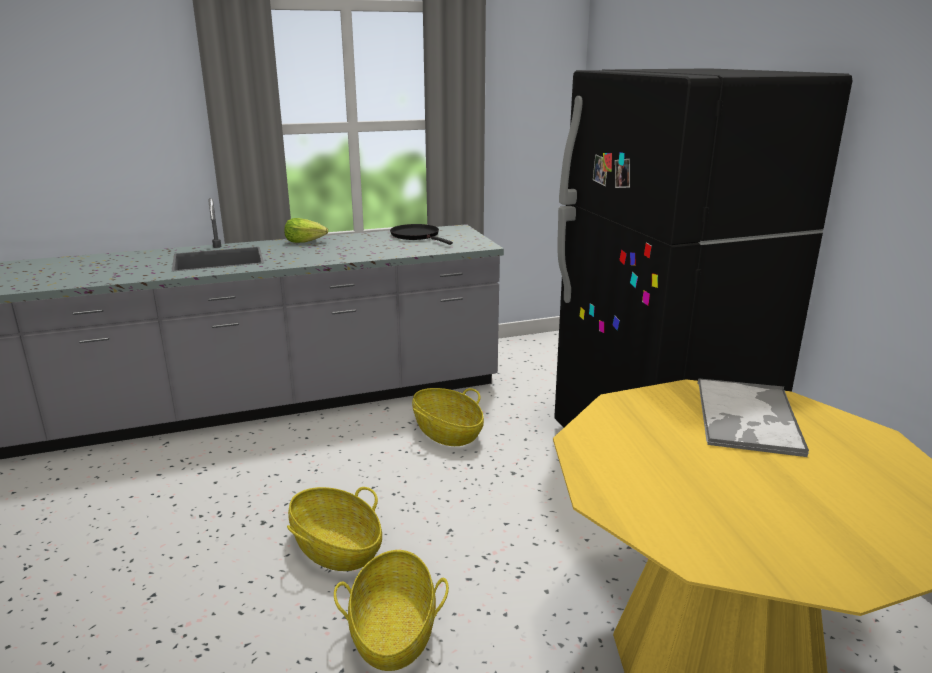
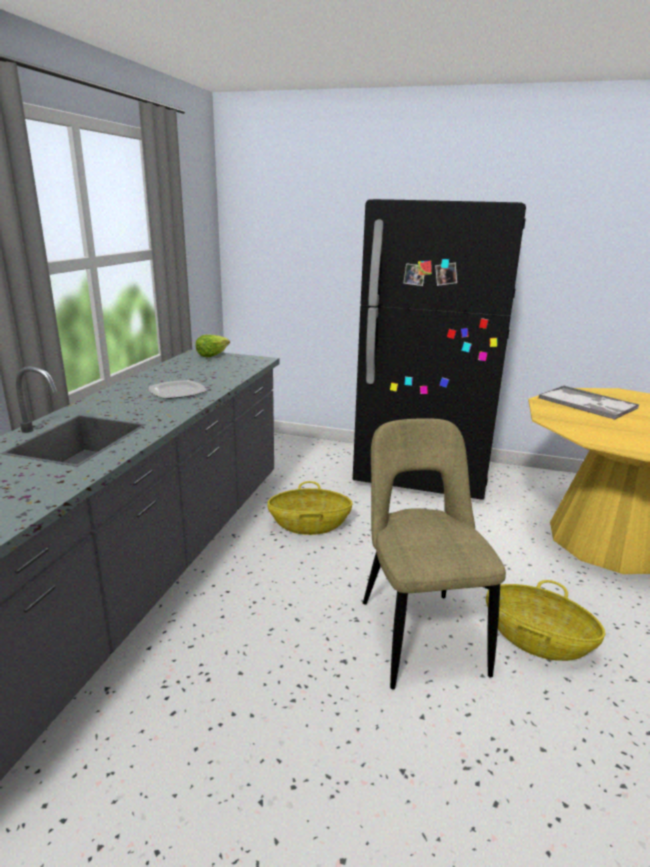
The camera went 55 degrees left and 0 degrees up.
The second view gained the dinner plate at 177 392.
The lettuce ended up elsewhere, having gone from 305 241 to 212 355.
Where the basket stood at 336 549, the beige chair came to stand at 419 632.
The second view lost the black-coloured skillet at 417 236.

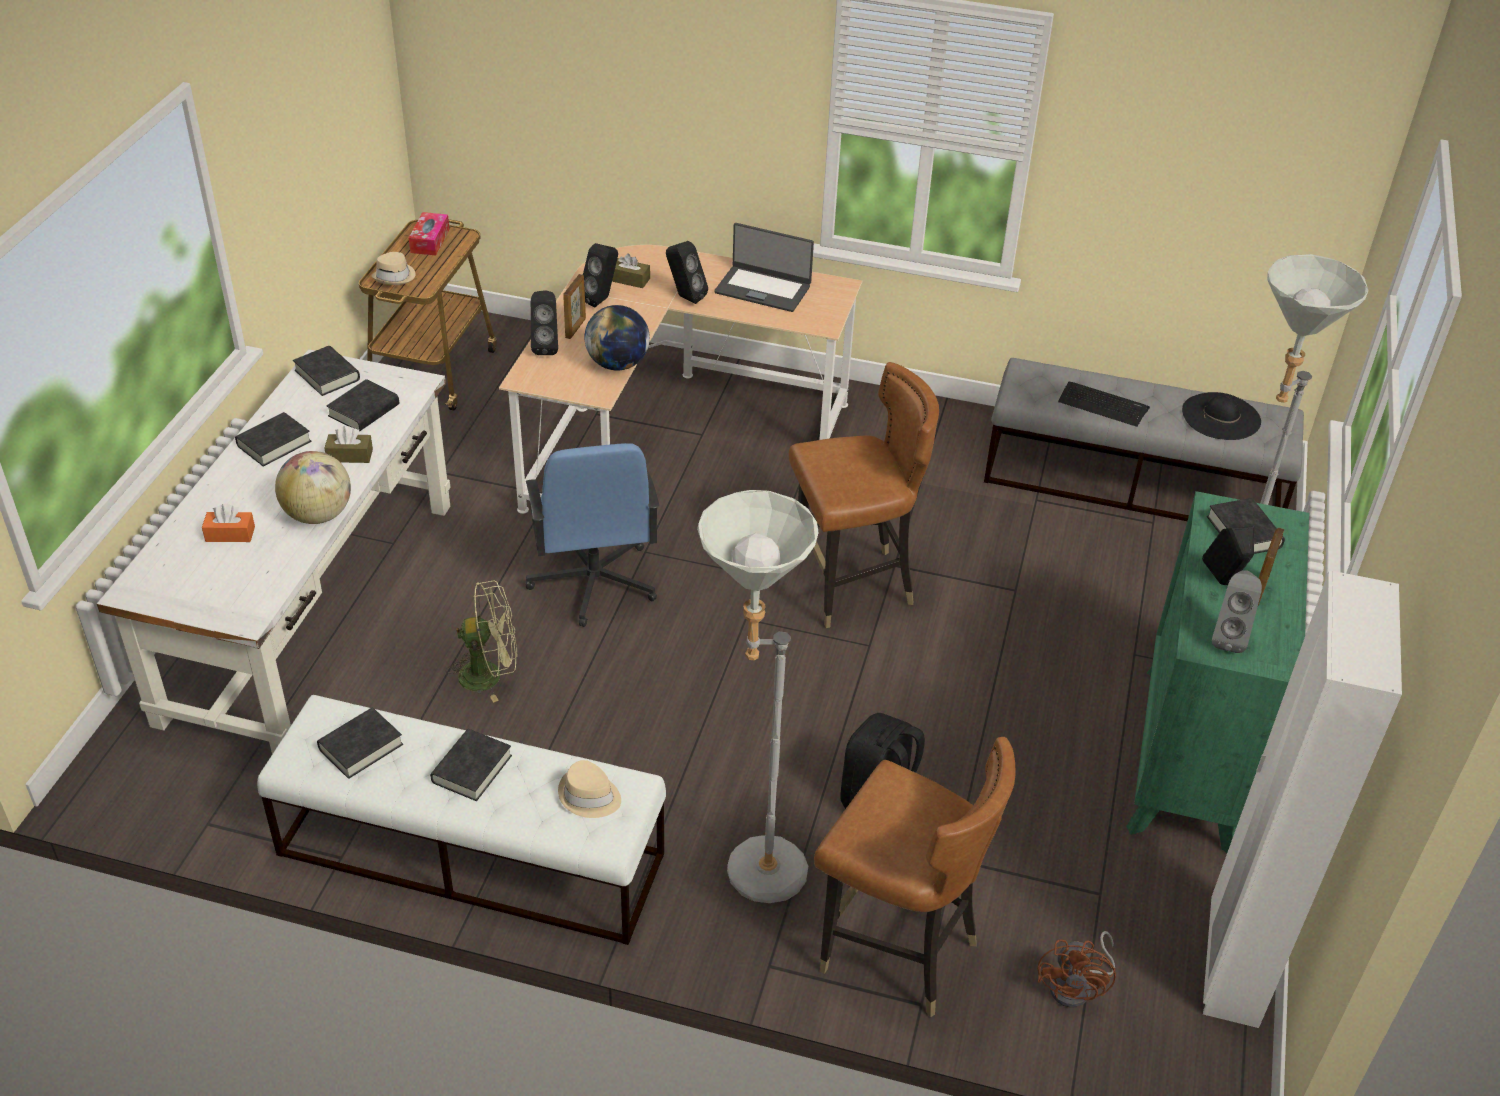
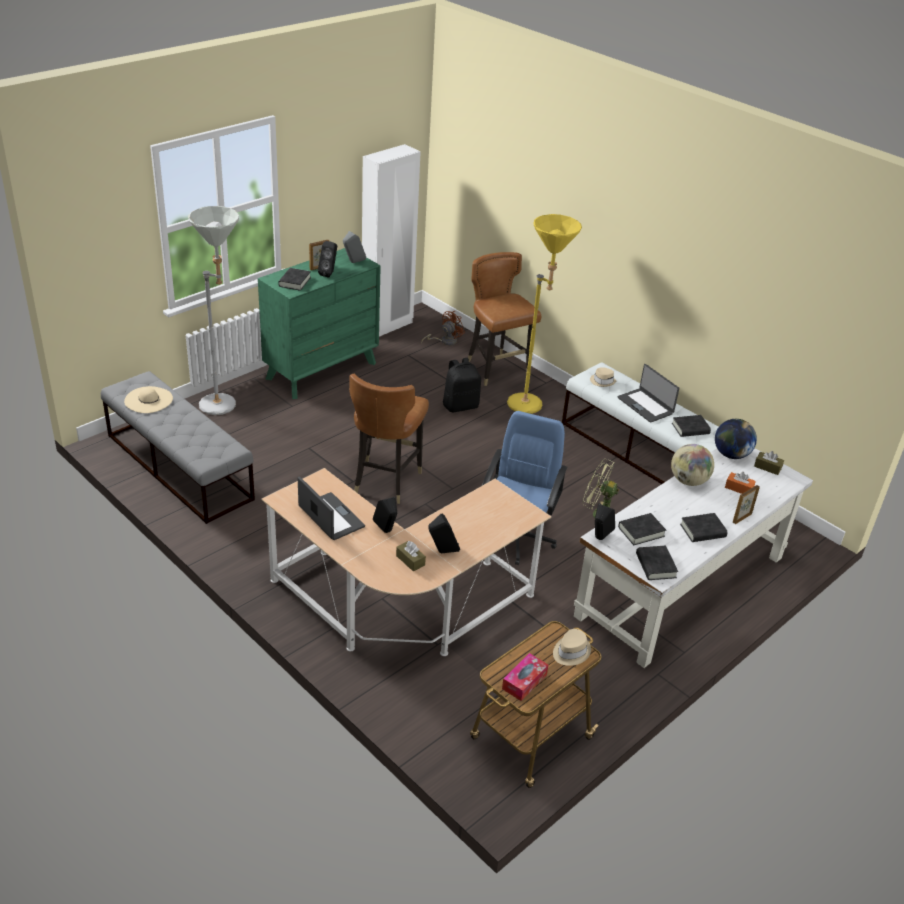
The camera went 150 degrees left and 5 degrees down.
What was the black-coloured clothing hat at 1221 416 turned into the beige clothing hat at 148 400.
The brown chair at 851 586 ended up facing another way, 90 degrees counterclockwise from before.
What was the grey floor lamp at 749 870 turned into the yellowish floor lamp at 531 407.
The black-coloured speaker ended up elsewhere, having gone from 546 347 to 599 539.
Where the black-coloured volume stood at 472 769, the portable computer came to stand at 645 405.
The desk globe ended up elsewhere, having gone from 618 364 to 731 455.
The standing frame ended up elsewhere, having gone from 576 328 to 741 518.
The brown tissue holder ended up elsewhere, having gone from 350 455 to 767 467.
The second view lost the computer keyboard at 1103 405.

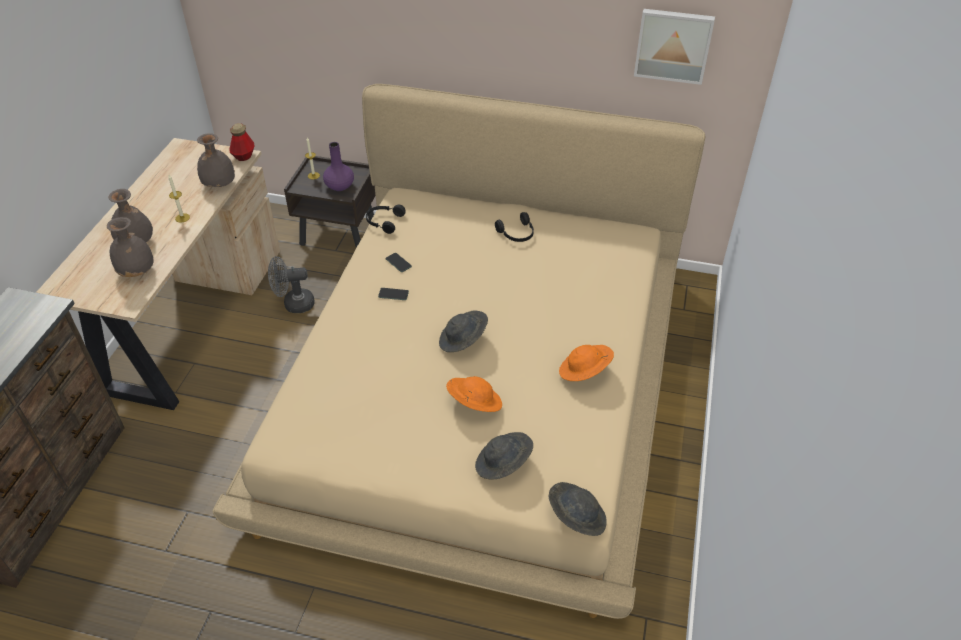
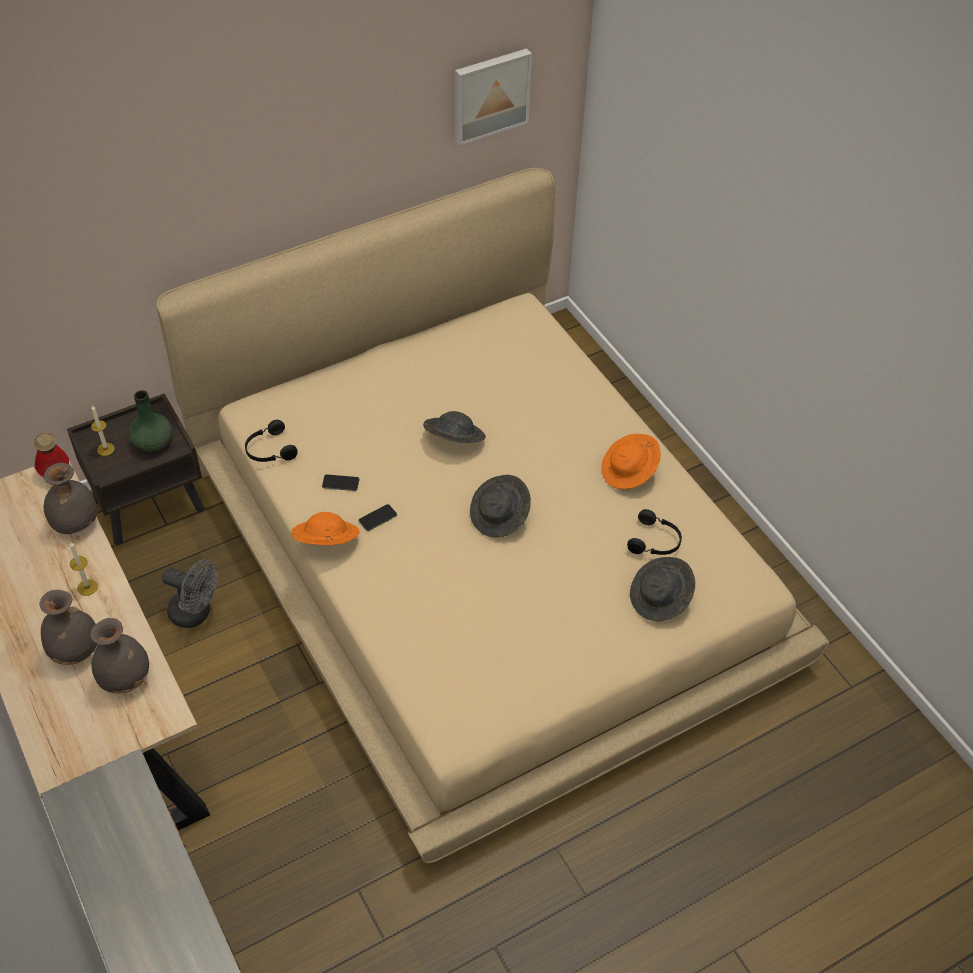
The camera went 45 degrees left and 5 degrees up.
What was the purplish vase at 340 186 turned into the greenish vase at 153 442.
The grey cooling fan at 294 304 ended up facing another way, 105 degrees counterclockwise from before.
The orangey clothing hat ended up elsewhere, having gone from 473 403 to 325 542.
The grey clothing hat ended up elsewhere, having gone from 575 517 to 453 440.
The black-coloured pair of headphones ended up elsewhere, having gone from 517 234 to 655 541.

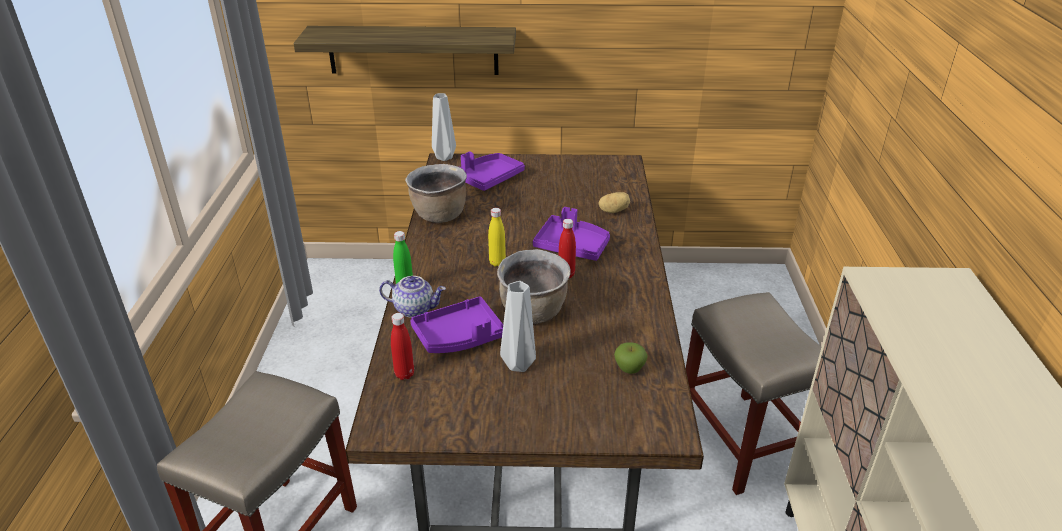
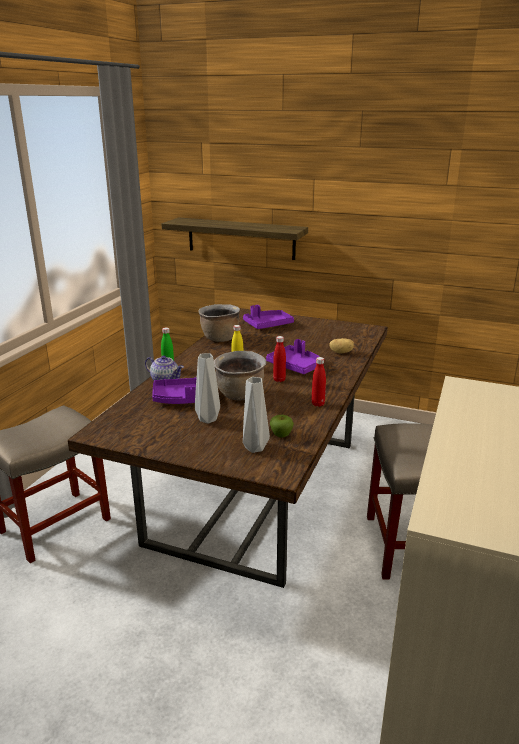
The camera went 20 degrees right and 10 degrees down.
The grey vase ended up elsewhere, having gone from 443 157 to 253 447.
The red-coloured bottle ended up elsewhere, having gone from 404 374 to 318 404.

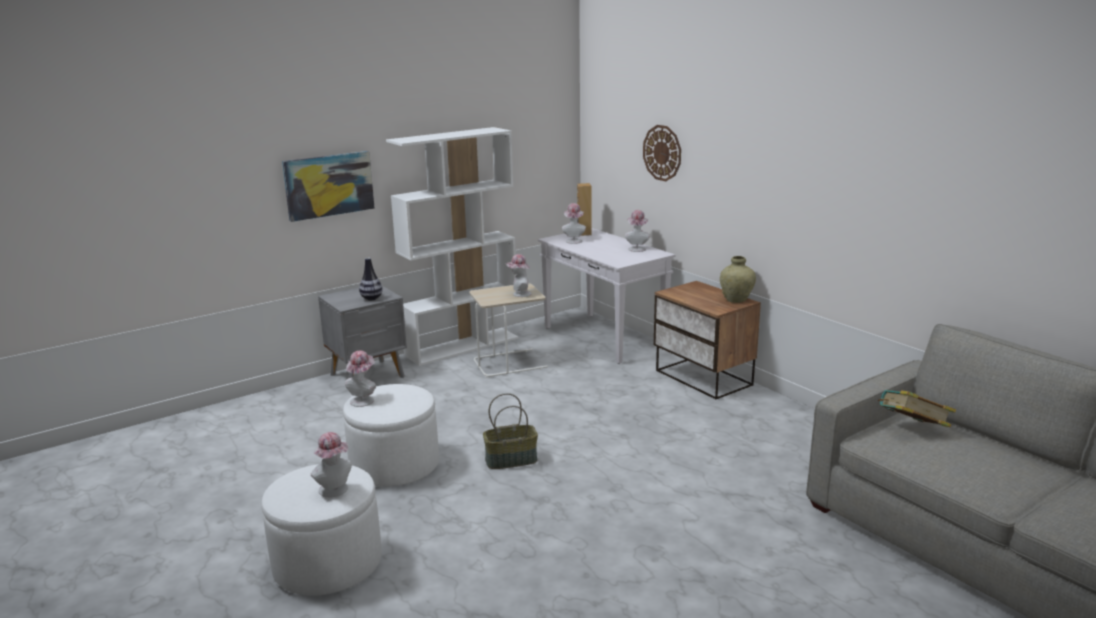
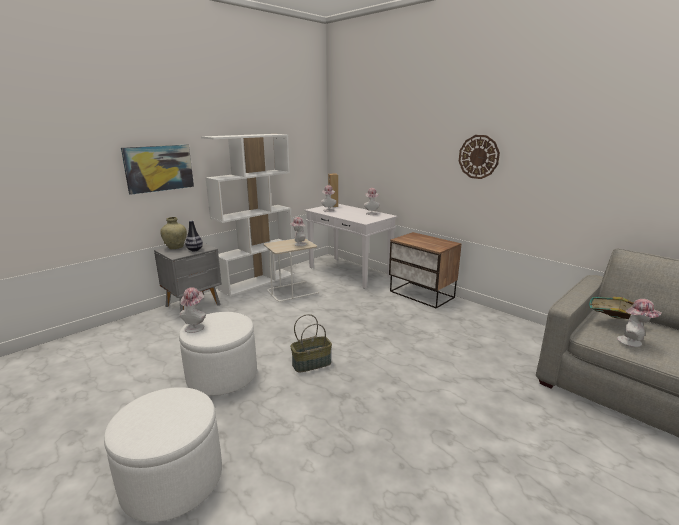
The camera went 10 degrees left and 0 degrees up.
The beige vase ended up elsewhere, having gone from 736 300 to 176 247.
The wall clock ended up elsewhere, having gone from 662 153 to 478 157.
The clothing hat ended up elsewhere, having gone from 335 491 to 633 342.

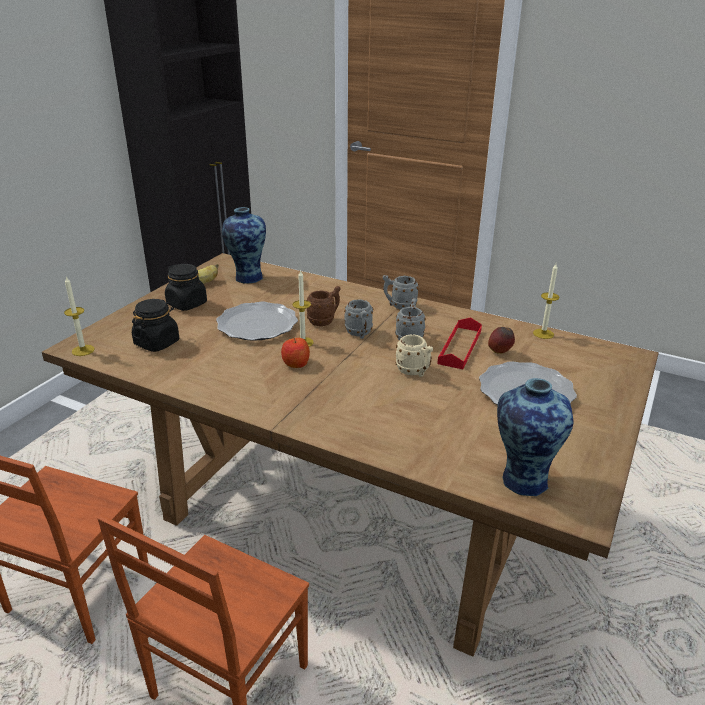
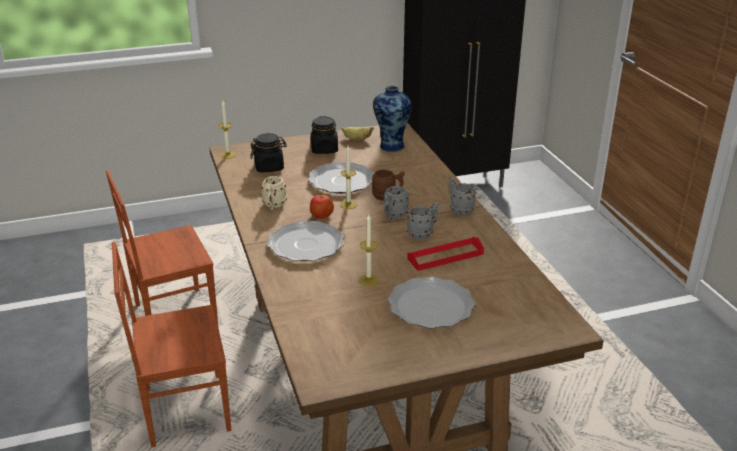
The camera went 45 degrees right and 0 degrees up.
The beige tea mug ended up elsewhere, having gone from 414 372 to 274 206.
The second view gained the dinner plate at 305 245.
The candle ended up elsewhere, having gone from 543 334 to 368 280.
The second view lost the whole apple at 499 352.
The second view lost the vase at 522 479.

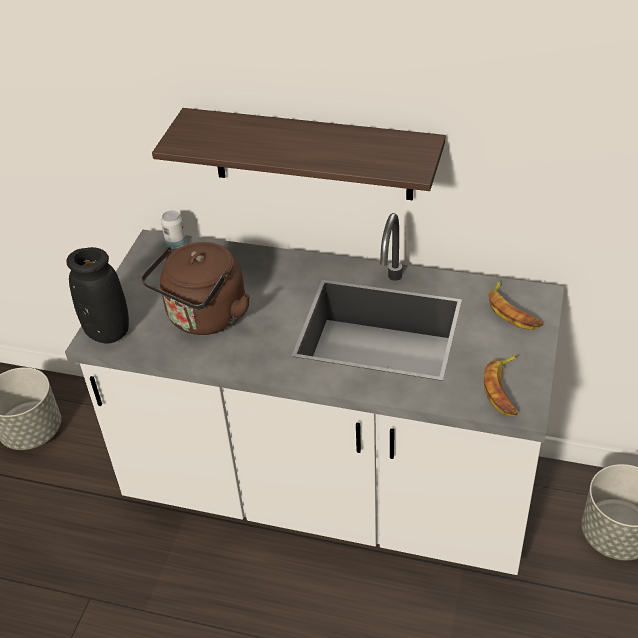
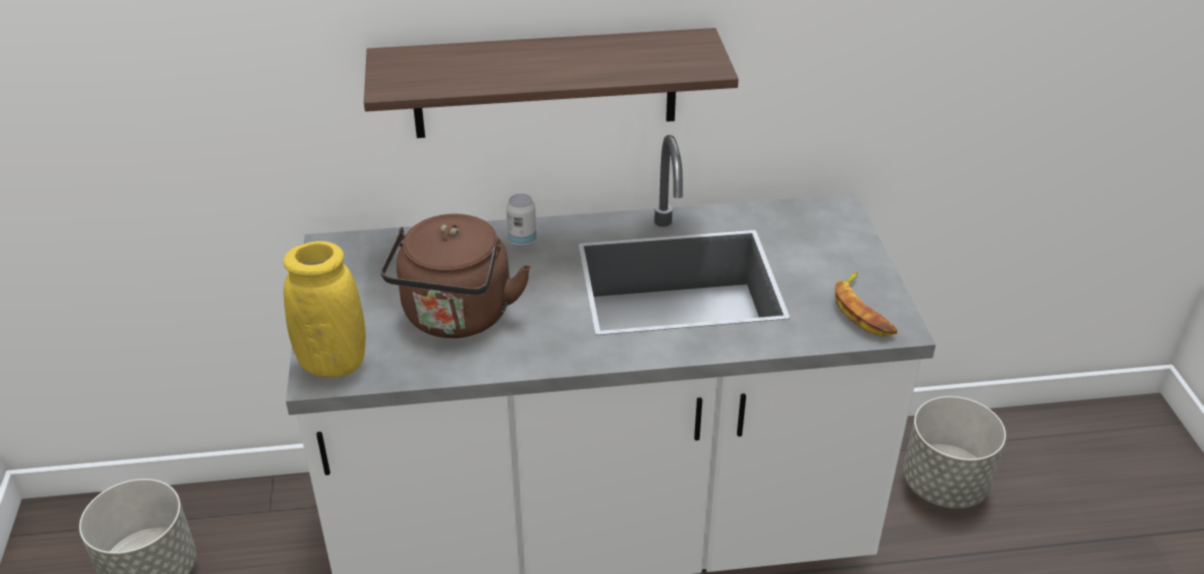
The camera went 25 degrees left and 5 degrees down.
What was the black-coloured vase at 108 332 turned into the yellowish vase at 333 363.
The sealed can ended up elsewhere, having gone from 176 244 to 522 240.
The second view lost the banana at 513 311.

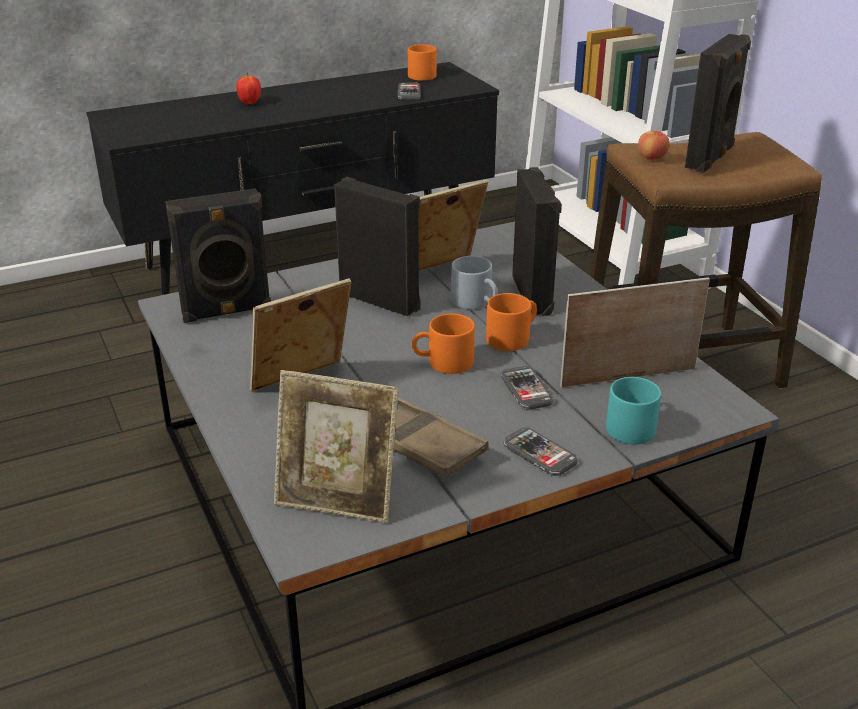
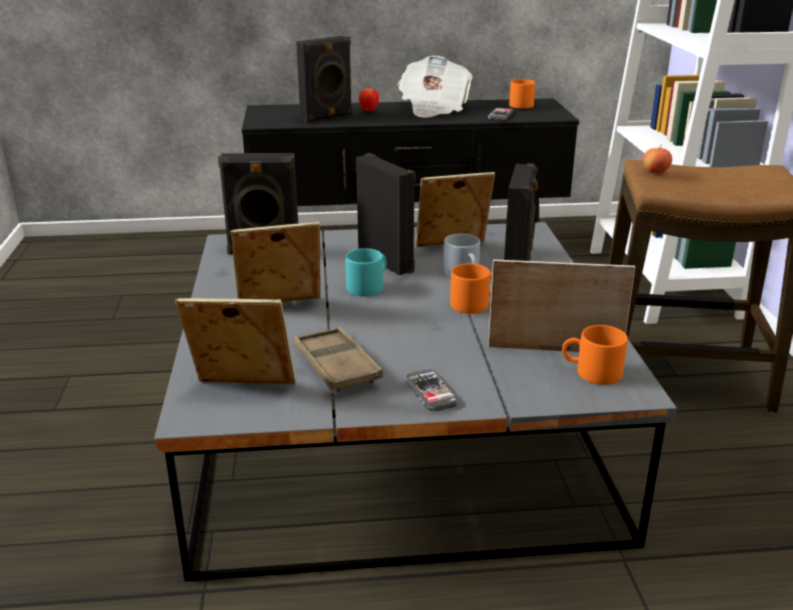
The camera went 20 degrees right and 5 degrees down.
The standing frame at 337 500 ended up facing another way, 150 degrees clockwise from before.
The black-coloured speaker ended up elsewhere, having gone from 711 158 to 327 117.
The turquoise tea mug ended up elsewhere, having gone from 631 424 to 368 286.
The second view gained the printed paper at 433 108.
The orangey tea mug ended up elsewhere, having gone from 443 363 to 591 372.
The second view lost the phone at 526 390.

